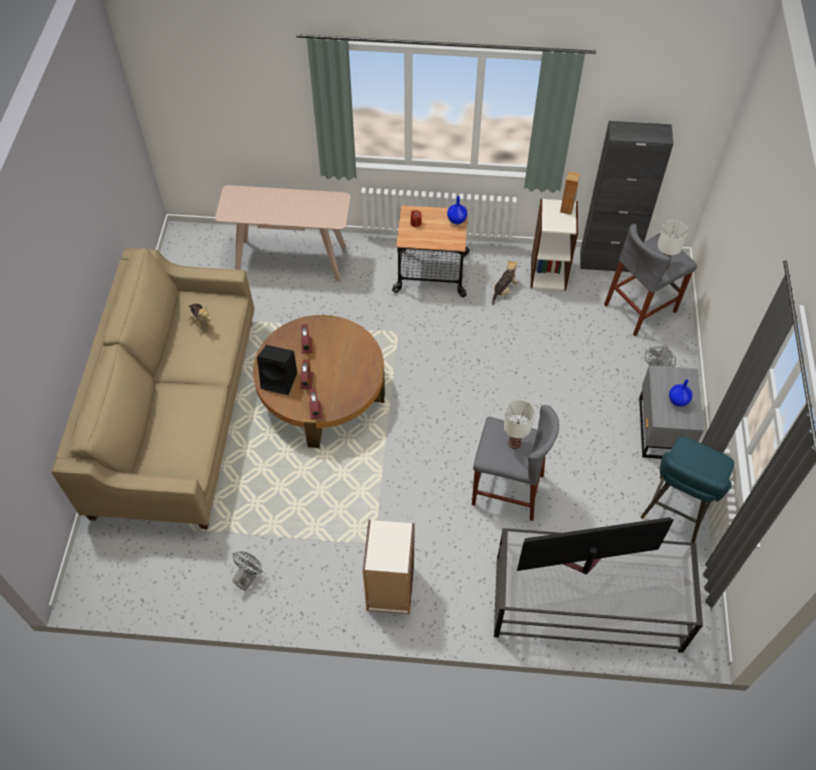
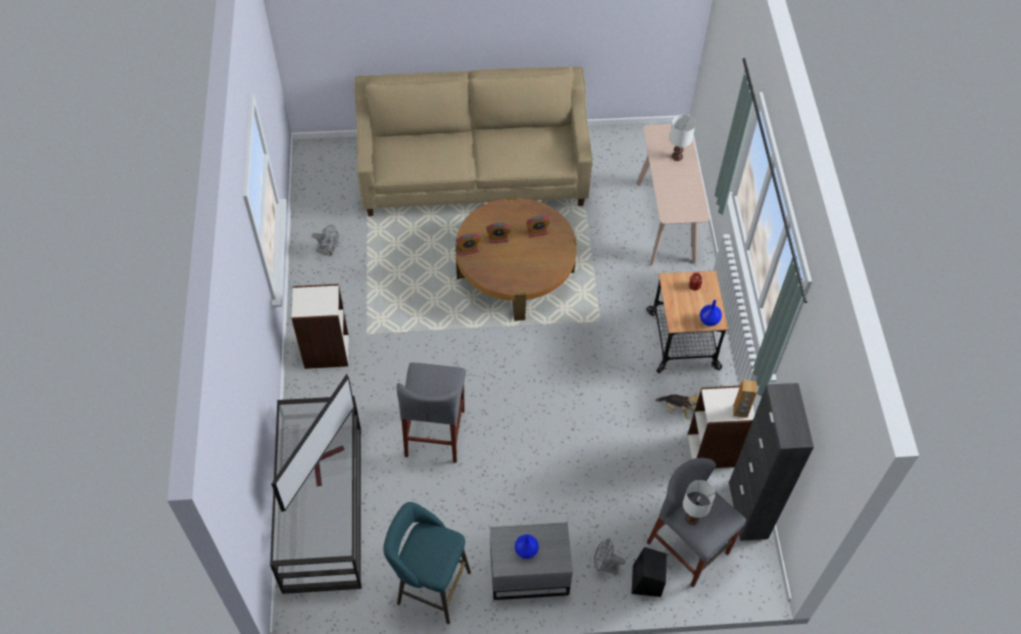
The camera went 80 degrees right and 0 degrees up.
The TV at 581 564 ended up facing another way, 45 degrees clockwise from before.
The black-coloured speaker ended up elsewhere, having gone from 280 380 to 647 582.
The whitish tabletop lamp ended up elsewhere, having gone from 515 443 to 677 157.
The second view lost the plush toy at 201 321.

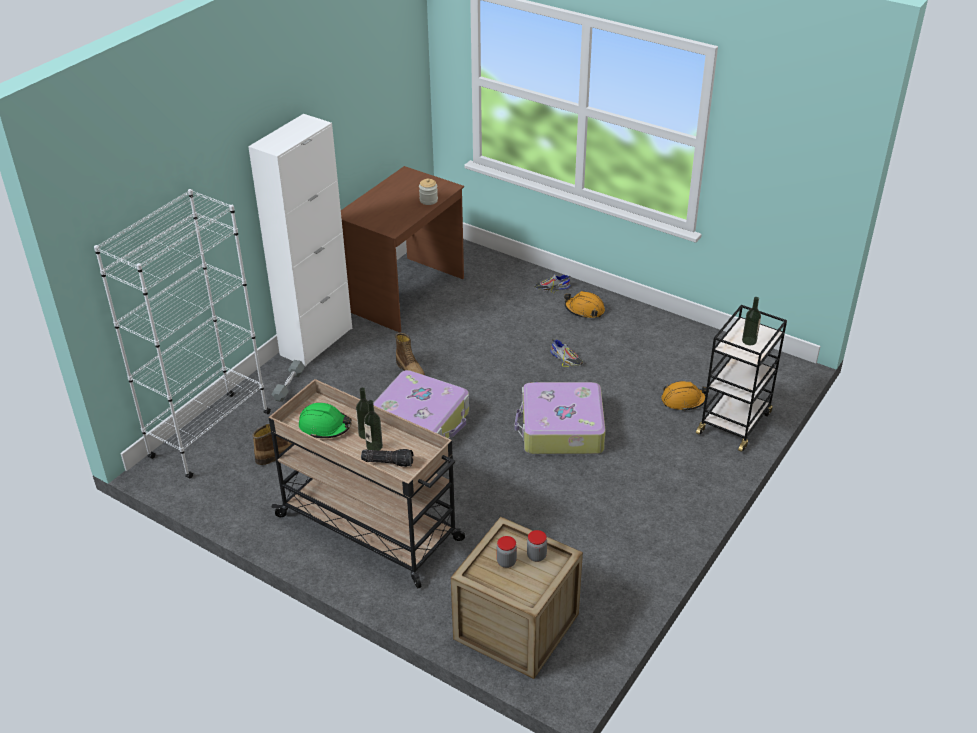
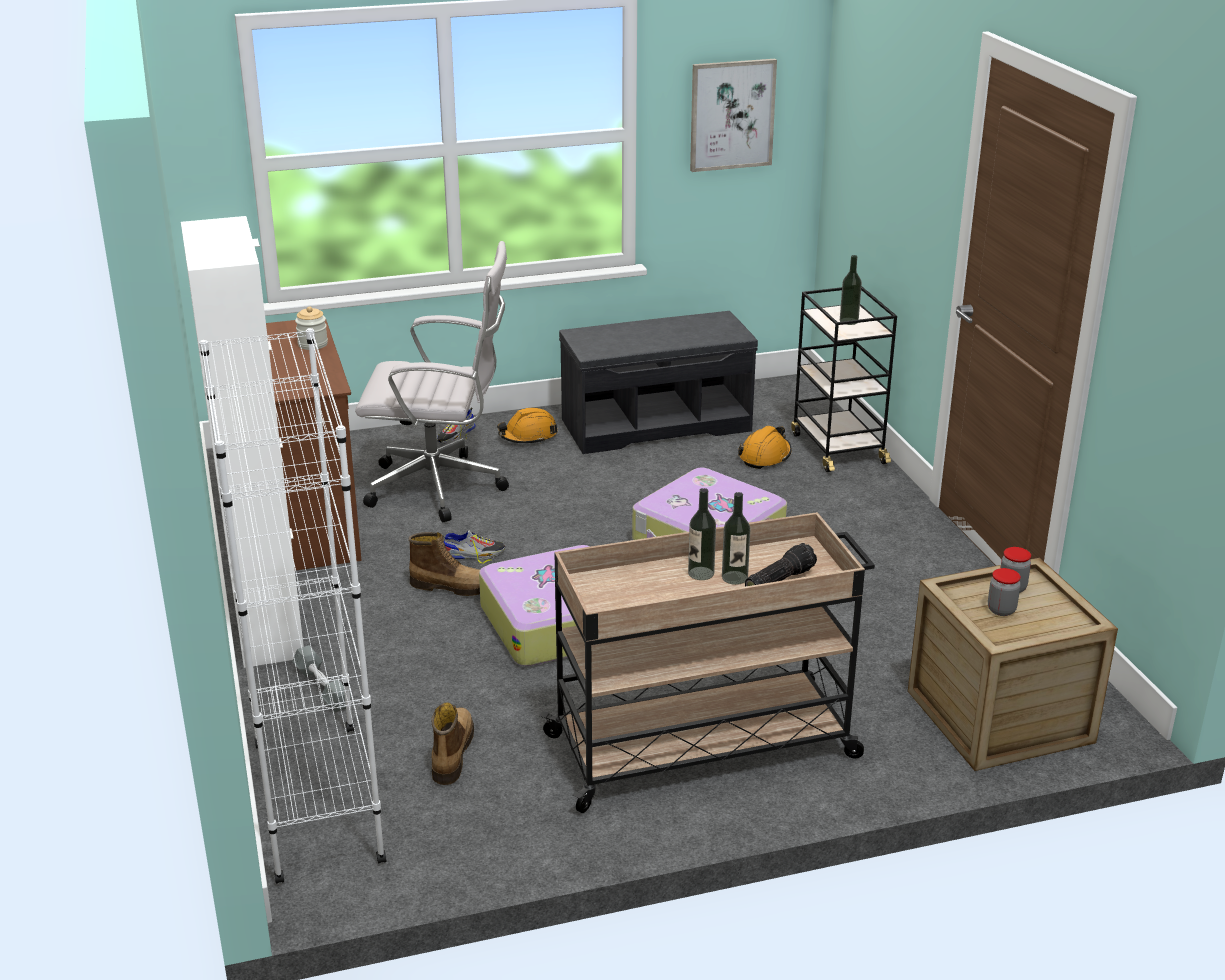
The camera went 50 degrees left and 10 degrees down.
The second view gained the whitish desk chair at 442 488.
The low shoe ended up elsewhere, having gone from 566 358 to 474 554.
The second view gained the grey long seat at 657 424.
The second view gained the wall picture at 732 114.
The second view lost the greenish safety helmet at 325 427.

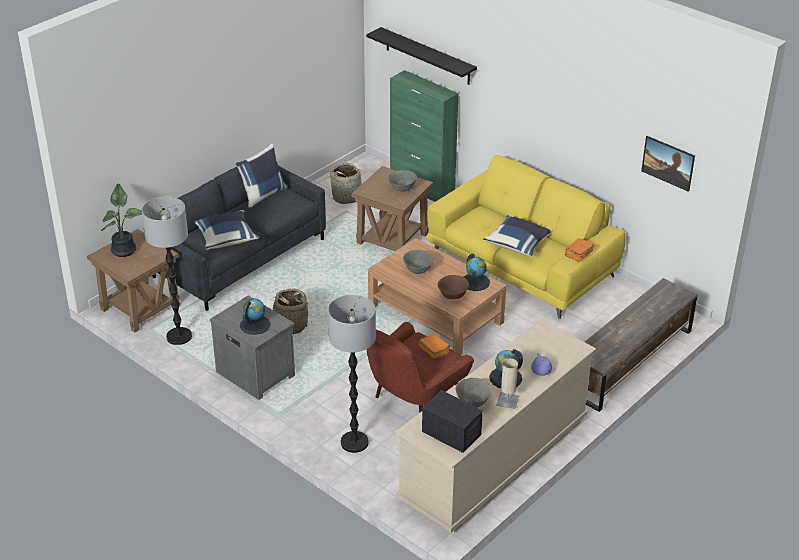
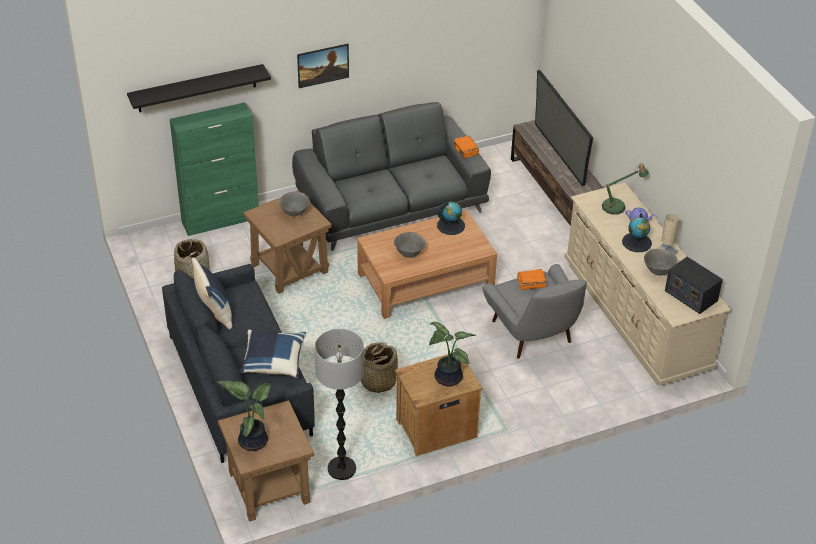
The camera went 65 degrees left and 5 degrees up.
What was the yellowish couch at 522 265 turned into the grey couch at 391 204.
The wall picture ended up elsewhere, having gone from 666 172 to 323 73.
What was the grey night table at 255 373 turned into the brown night table at 435 428.
Where the desk globe stood at 255 324, the potted plant came to stand at 446 378.
What was the red-coloured lounge chair at 413 398 turned into the grey lounge chair at 533 335.
The second view gained the TV at 559 157.
The second view gained the tabletop lamp at 618 206.
The radio receiver at 451 433 ended up facing another way, 105 degrees counterclockwise from before.
The second view lost the floor lamp at 354 443.
The second view lost the brown serving bowl at 453 296.
The second view lost the blue throw pillow at 518 244.

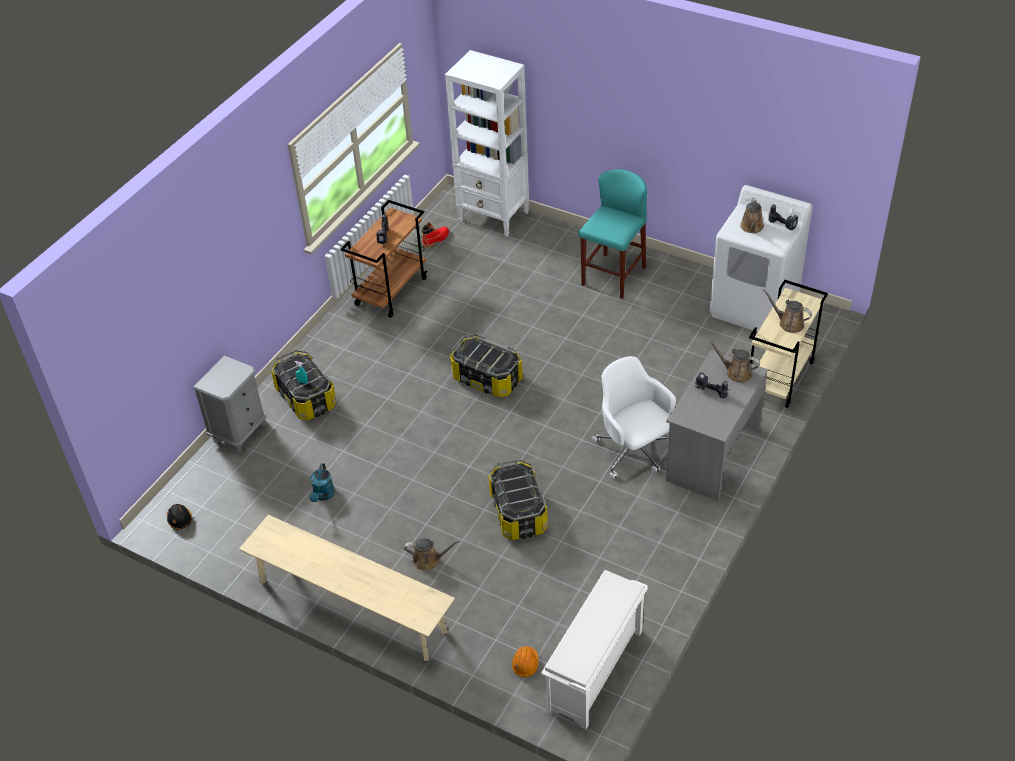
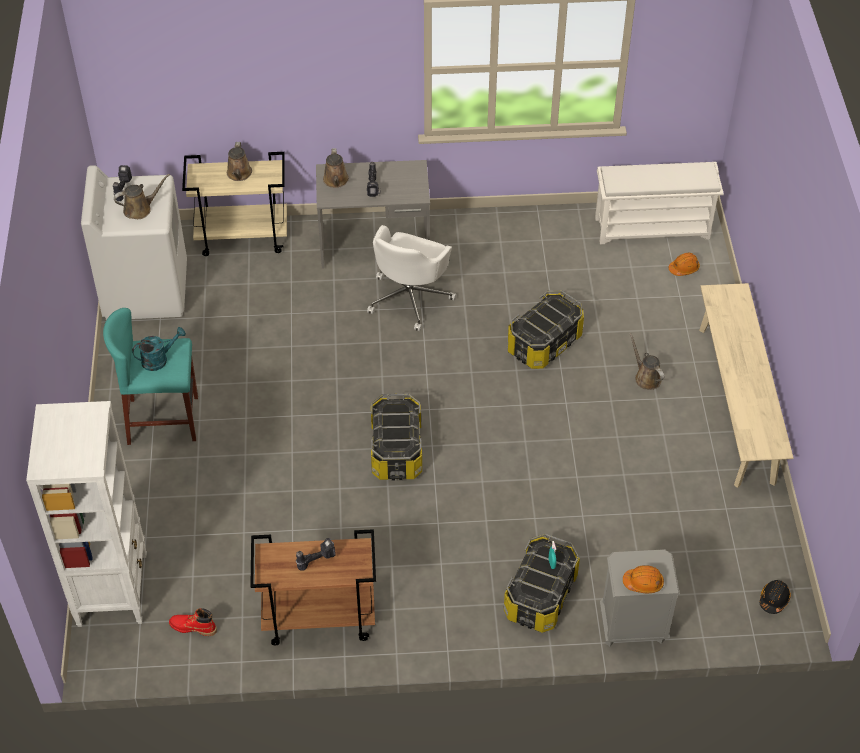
The camera went 125 degrees left and 5 degrees up.
The turquoise sprinkling can ended up elsewhere, having gone from 323 495 to 159 359.
The second view gained the orangey safety helmet at 643 583.

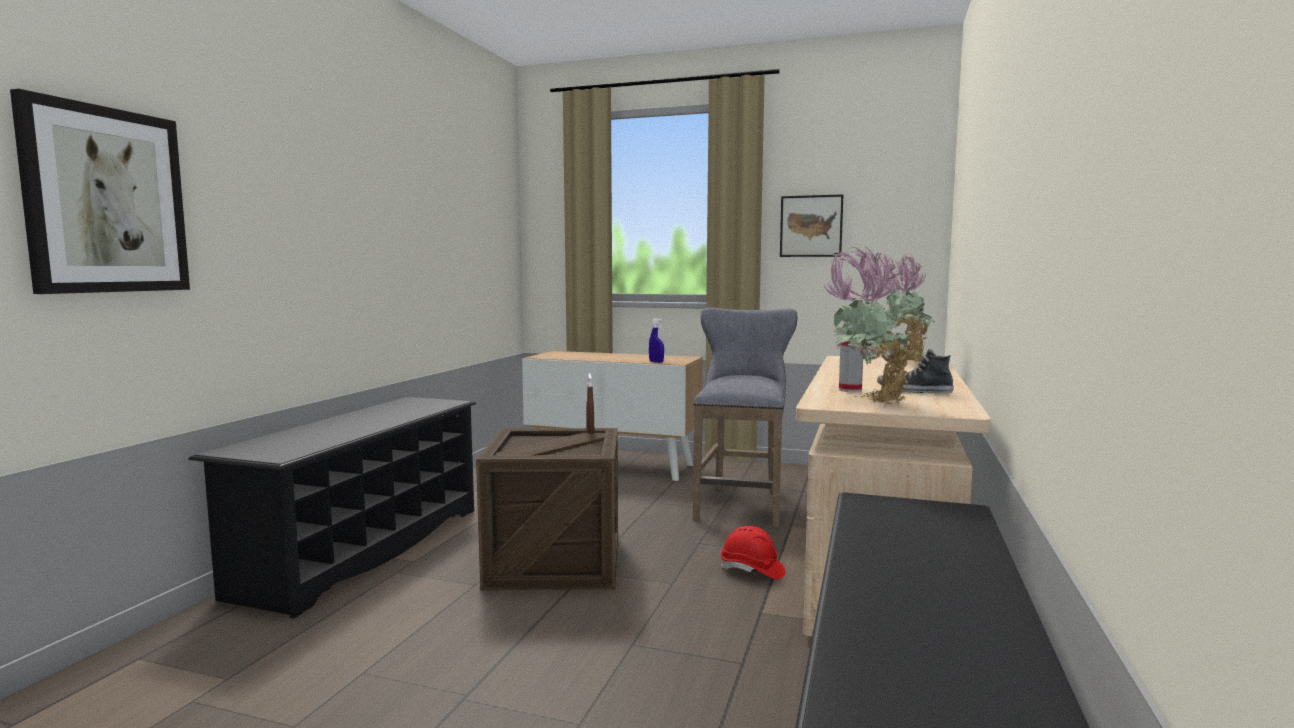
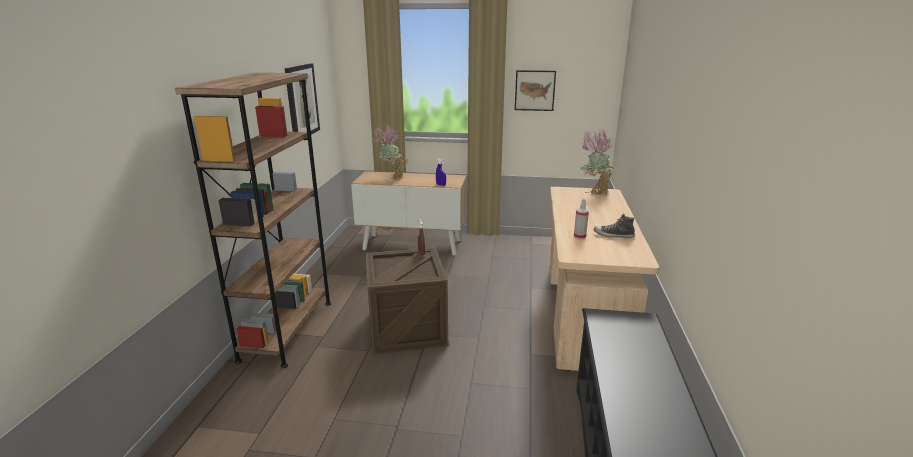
The camera went 10 degrees left and 15 degrees up.
Where the black-coloured shoe shelf stood at 363 549, the brown bookcase came to stand at 287 330.
The wall picture ended up elsewhere, having gone from 106 201 to 301 101.
The potted plant ended up elsewhere, having gone from 868 402 to 392 177.
The second view lost the grey stool seat at 741 503.
The second view lost the red-coloured safety helmet at 752 570.

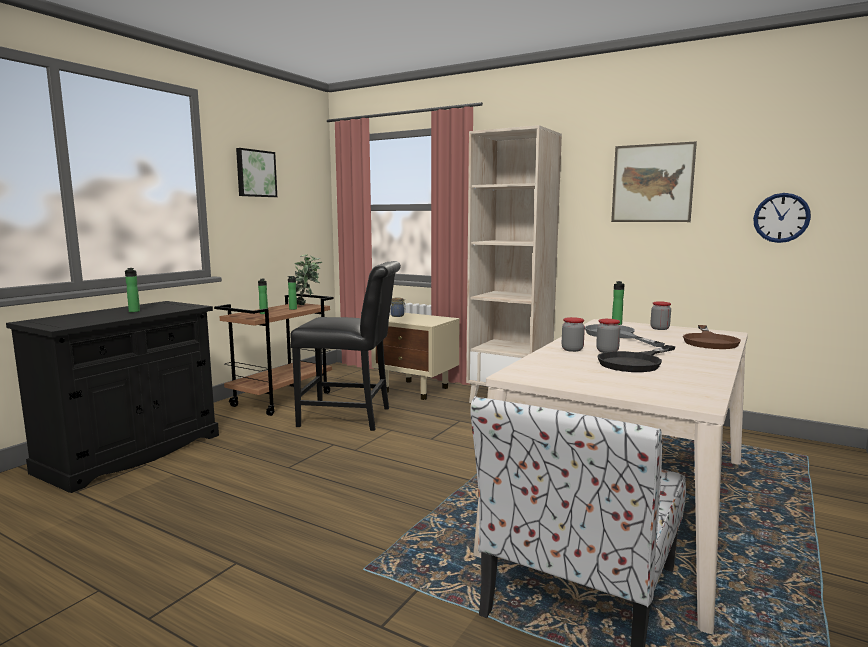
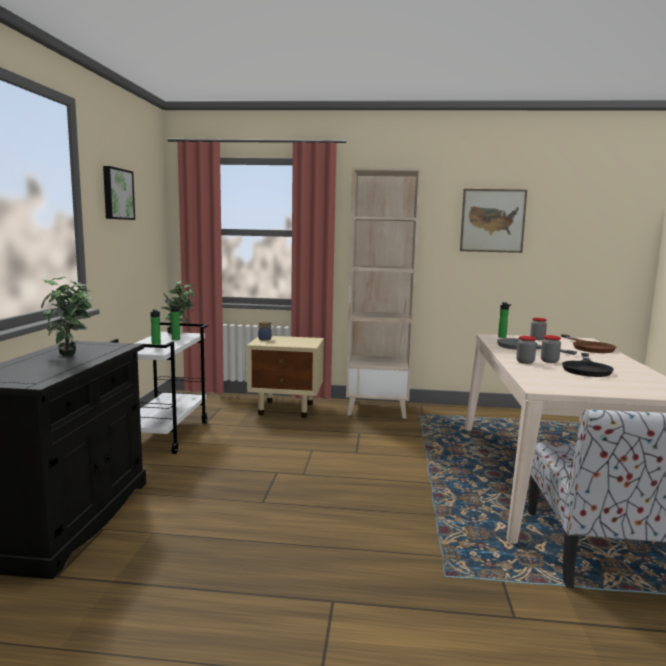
The camera went 25 degrees left and 0 degrees up.
Where the bottle stood at 134 311, the potted plant came to stand at 71 356.
What was the brown trolley at 282 399 turned into the whitish trolley at 165 435.
The second view lost the black-coloured chair at 350 417.
The second view lost the wall clock at 781 217.

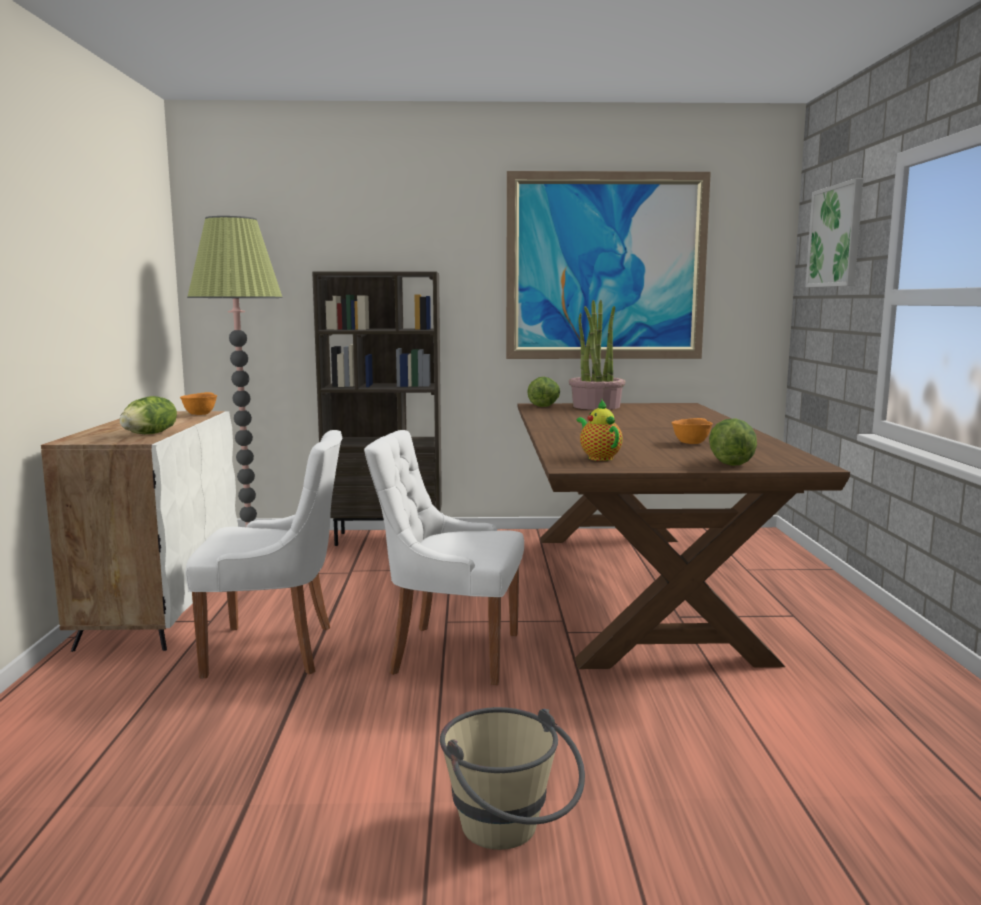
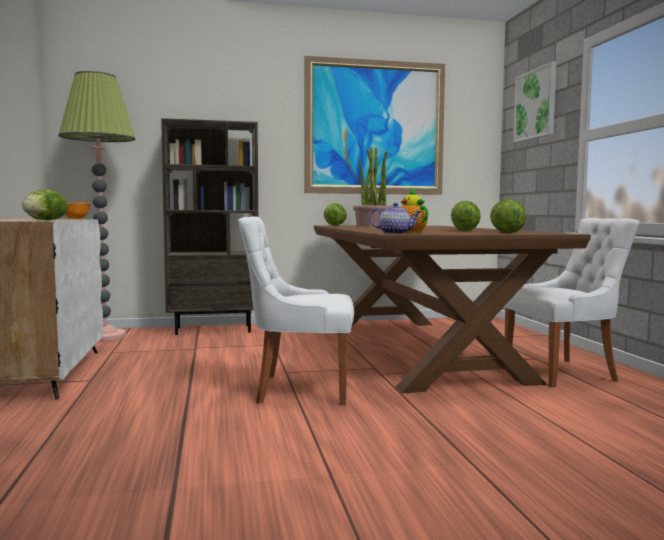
The camera went 10 degrees left and 5 degrees down.
The second view gained the pot for tea at 395 233.
Where the orangey serving bowl stood at 691 443, the lettuce came to stand at 464 230.
The whitish chair ended up elsewhere, having gone from 275 650 to 563 372.
The second view lost the beige pail at 510 833.

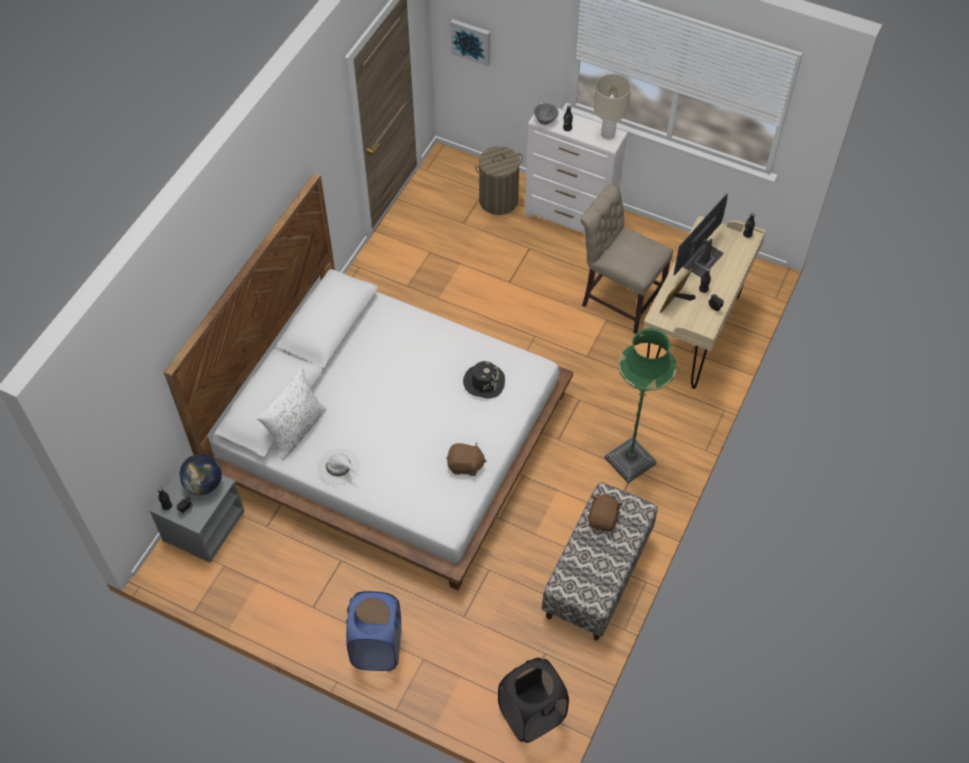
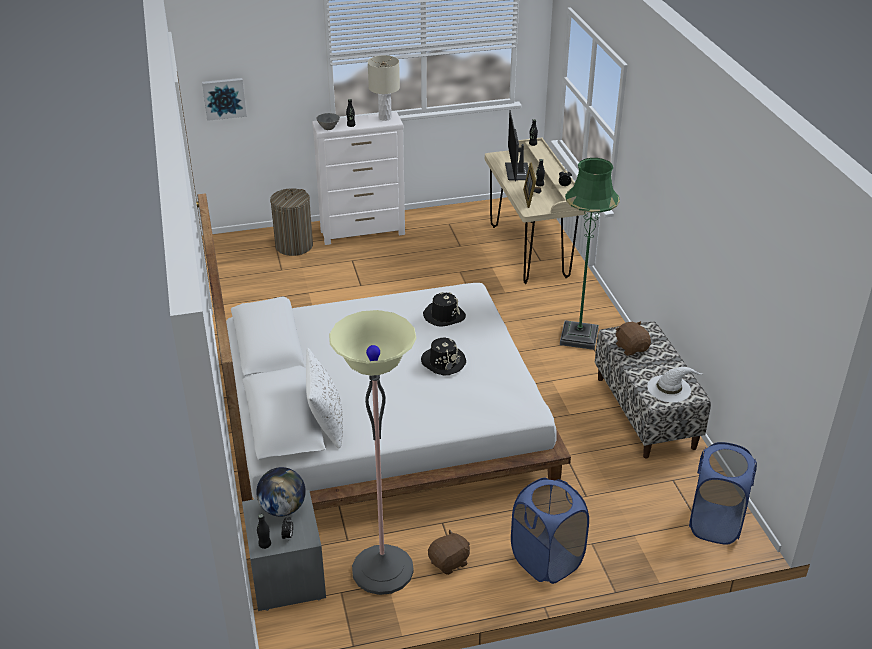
The camera went 40 degrees left and 20 degrees down.
The second view gained the floor lamp at 382 570.
The second view gained the black-coloured clothing hat at 443 362.
The brown plush toy ended up elsewhere, having gone from 465 465 to 449 562.
The whitish clothing hat ended up elsewhere, having gone from 339 467 to 669 388.
What was the black-coloured washing basket at 531 715 turned into the blue washing basket at 715 523.
The second view lost the beige chair at 618 299.

